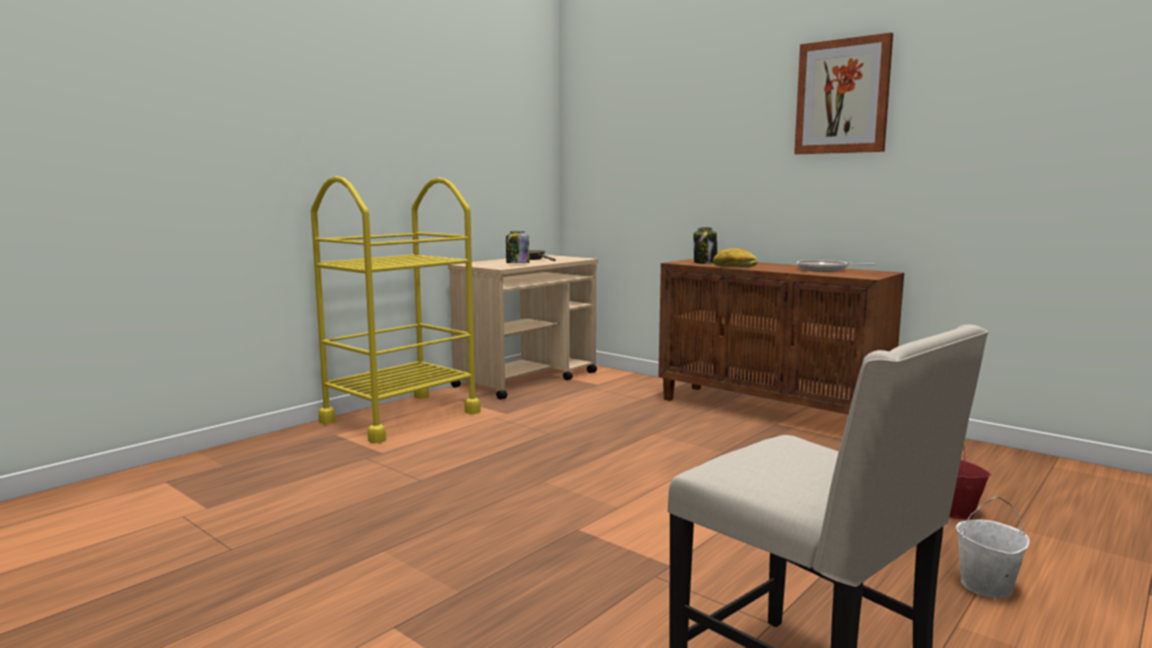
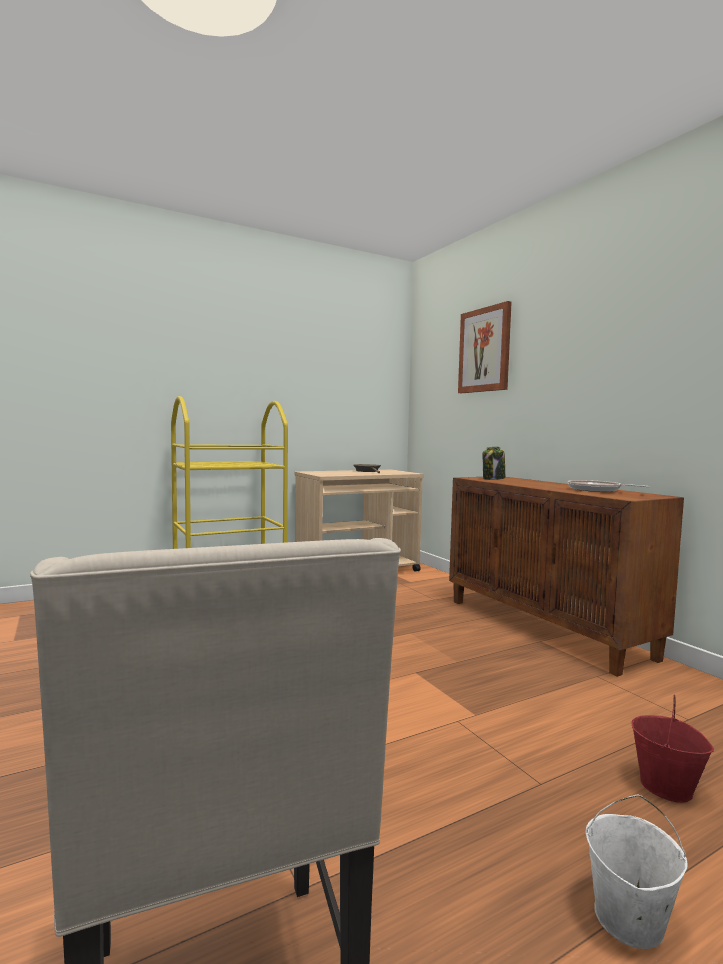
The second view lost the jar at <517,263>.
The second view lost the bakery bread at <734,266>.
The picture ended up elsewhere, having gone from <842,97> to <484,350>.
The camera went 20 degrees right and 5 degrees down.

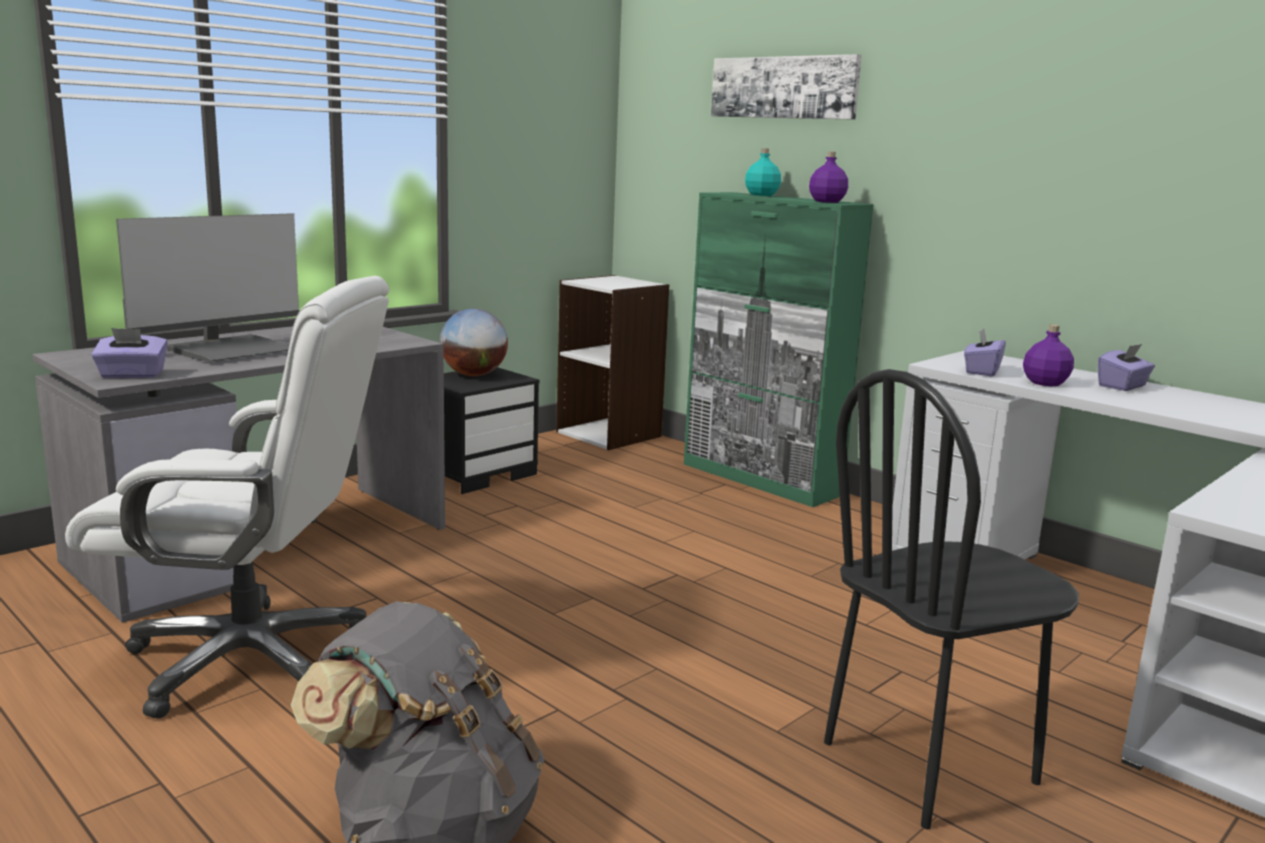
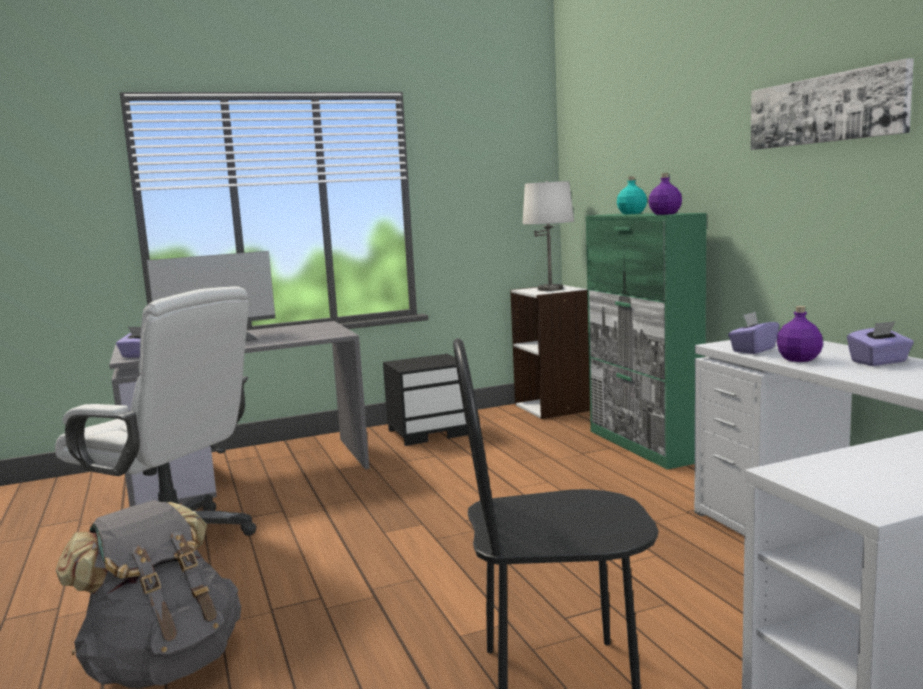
The second view lost the globe at <474,375>.
The second view gained the table lamp in whitish at <550,289>.
The picture ended up elsewhere, having gone from <784,87> to <825,109>.
The camera went 25 degrees right and 5 degrees down.

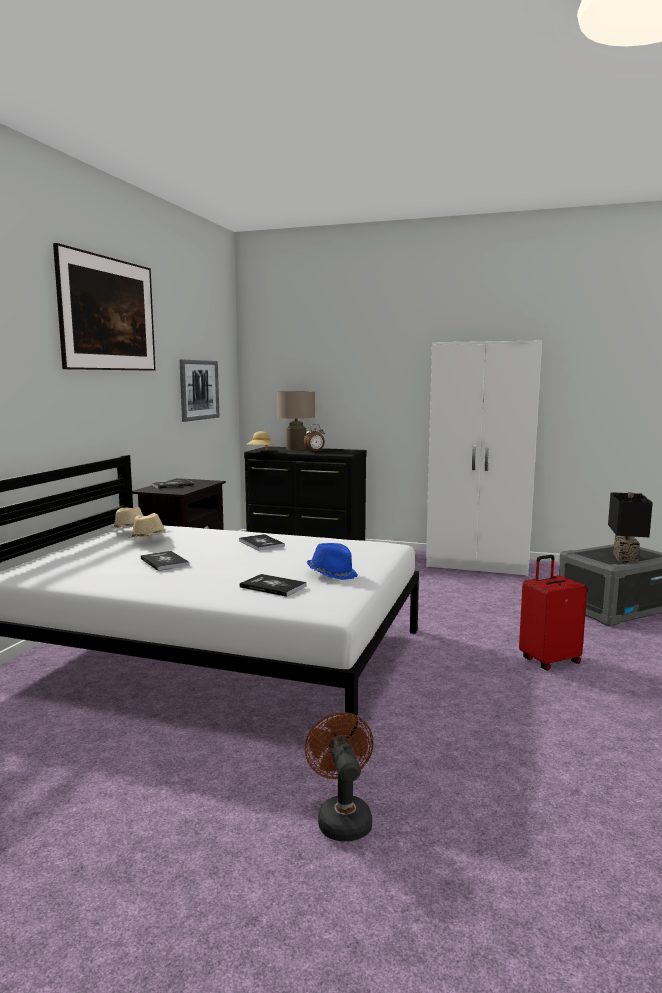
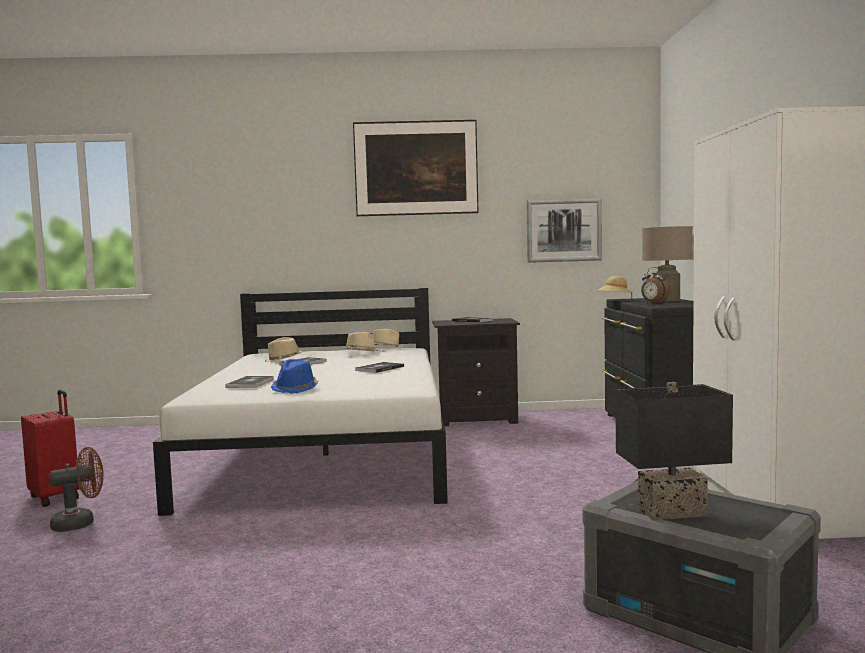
The second view gained the hat in beige at <283,360>.
The suitcase in red ended up elsewhere, having gone from <549,660> to <56,497>.
The camera went 70 degrees right and 5 degrees down.

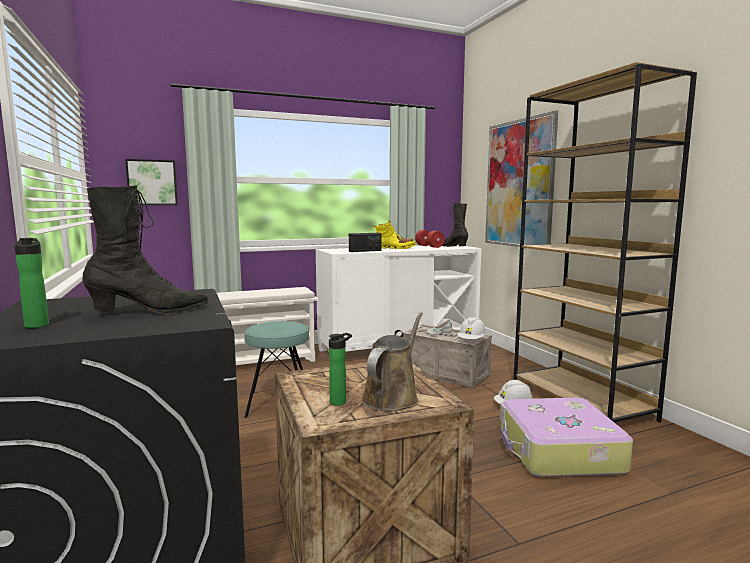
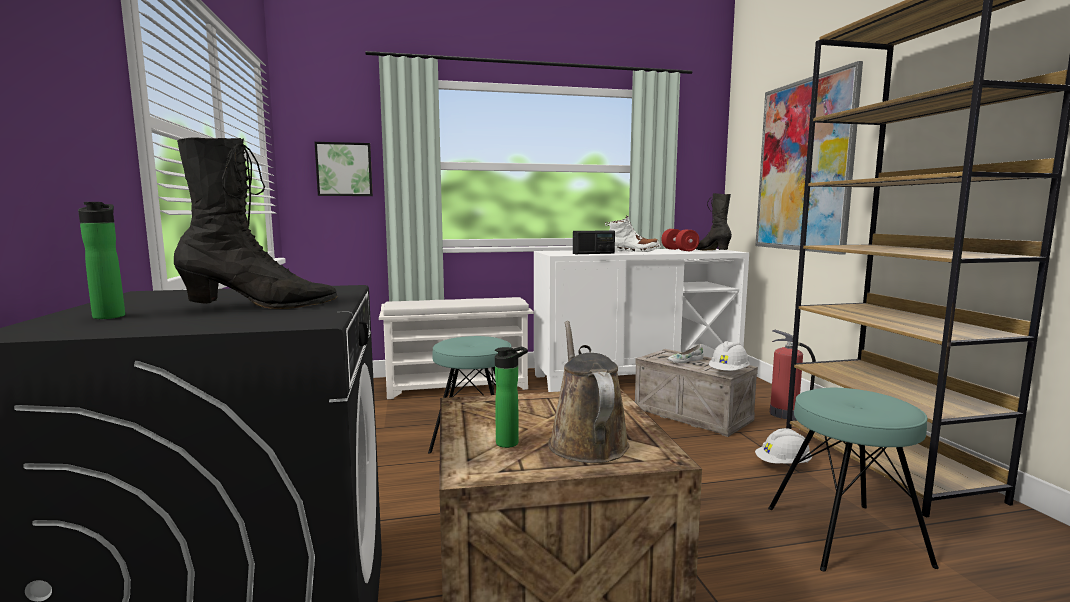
The second view gained the extinguisher at <785,414>.
Where the suitcase stood at <558,451>, the sitting stool in turquoise-coloured came to stand at <845,536>.
What was the high-top boot in yellowish at <394,248> turned into the high-top boot in whitish at <632,251>.
The watering can in brownish at <392,397> ended up facing another way, 45 degrees counterclockwise from before.
The camera went 10 degrees right and 0 degrees up.

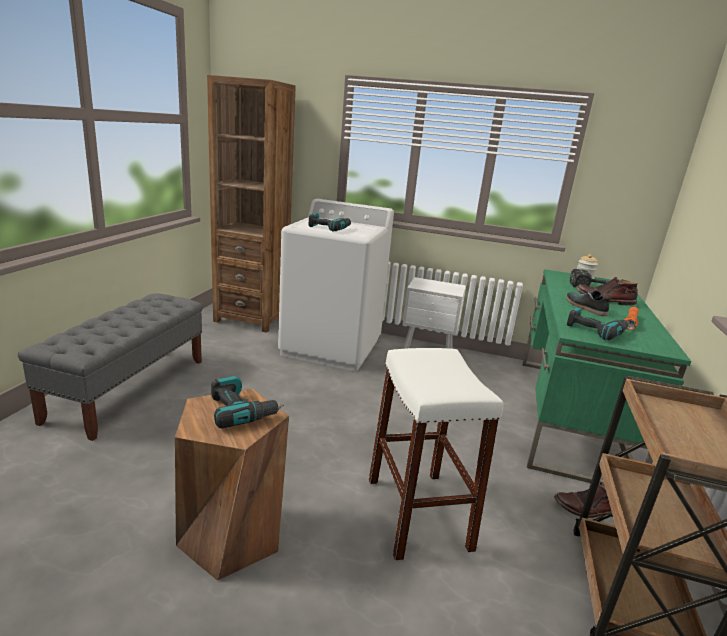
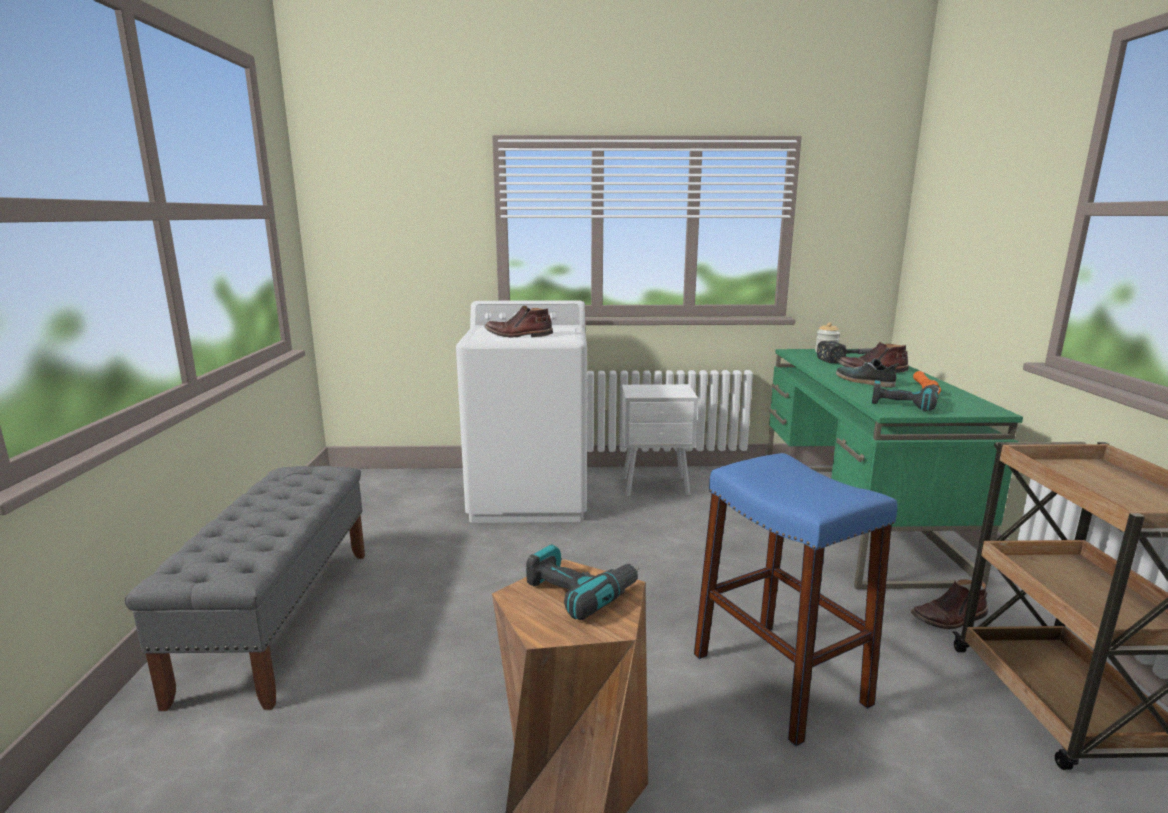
The second view lost the shelving unit in brownish at <251,318>.
Where the power drill stood at <329,228>, the high-top boot in brownish came to stand at <518,335>.
What was the sitting stool in whitish at <418,513> turned into the sitting stool in blue-coloured at <779,679>.
The camera went 15 degrees left and 5 degrees down.

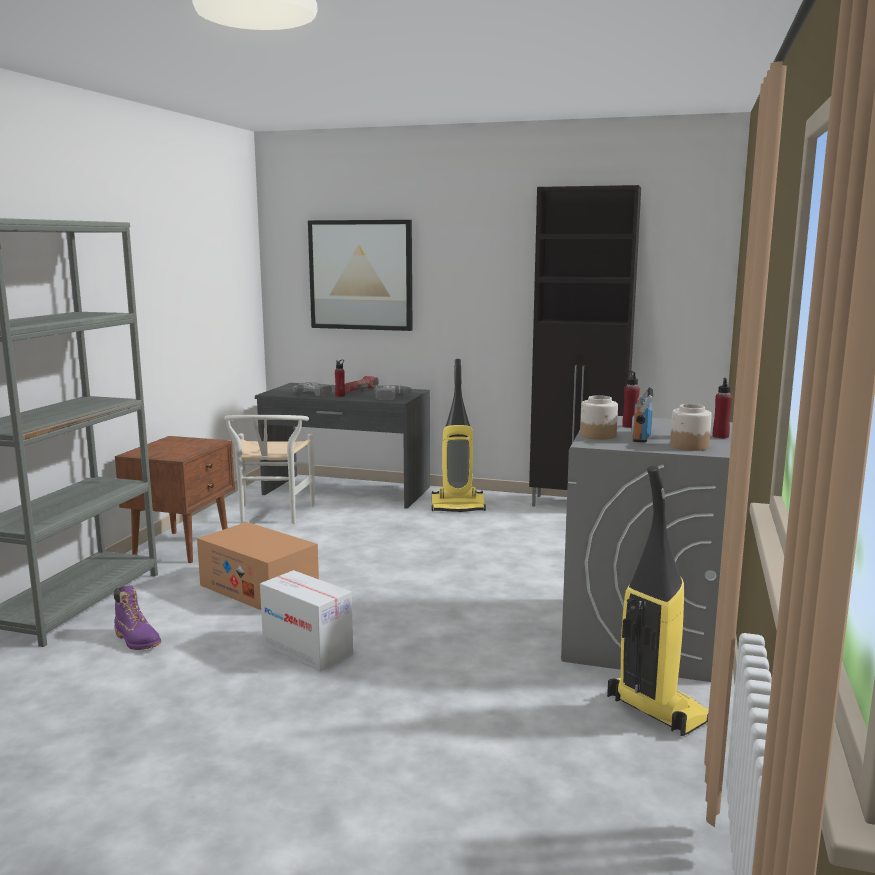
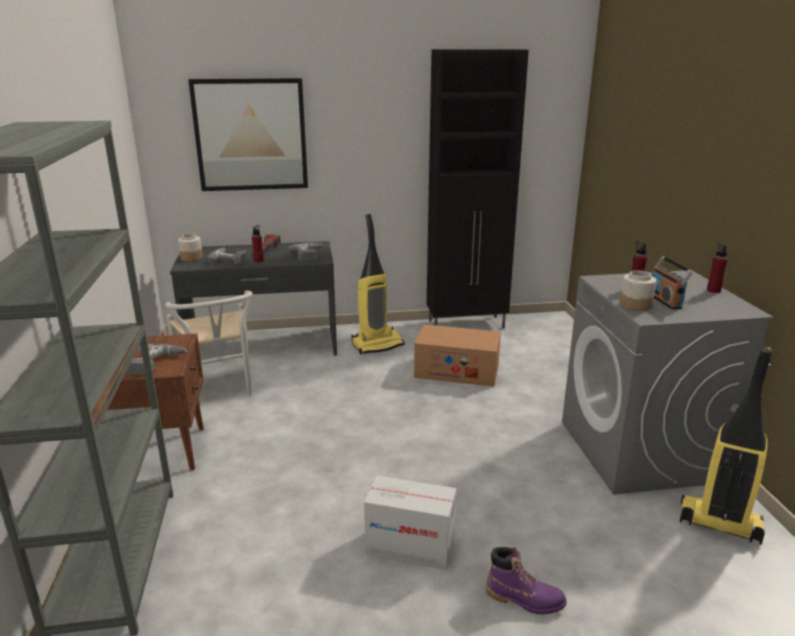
The second view gained the power drill at <157,363>.
The high-top boot in purple-coloured ended up elsewhere, having gone from <137,640> to <524,599>.
The packing box ended up elsewhere, having gone from <259,588> to <457,371>.
The jar ended up elsewhere, having gone from <689,446> to <191,258>.
The camera went 25 degrees left and 10 degrees up.

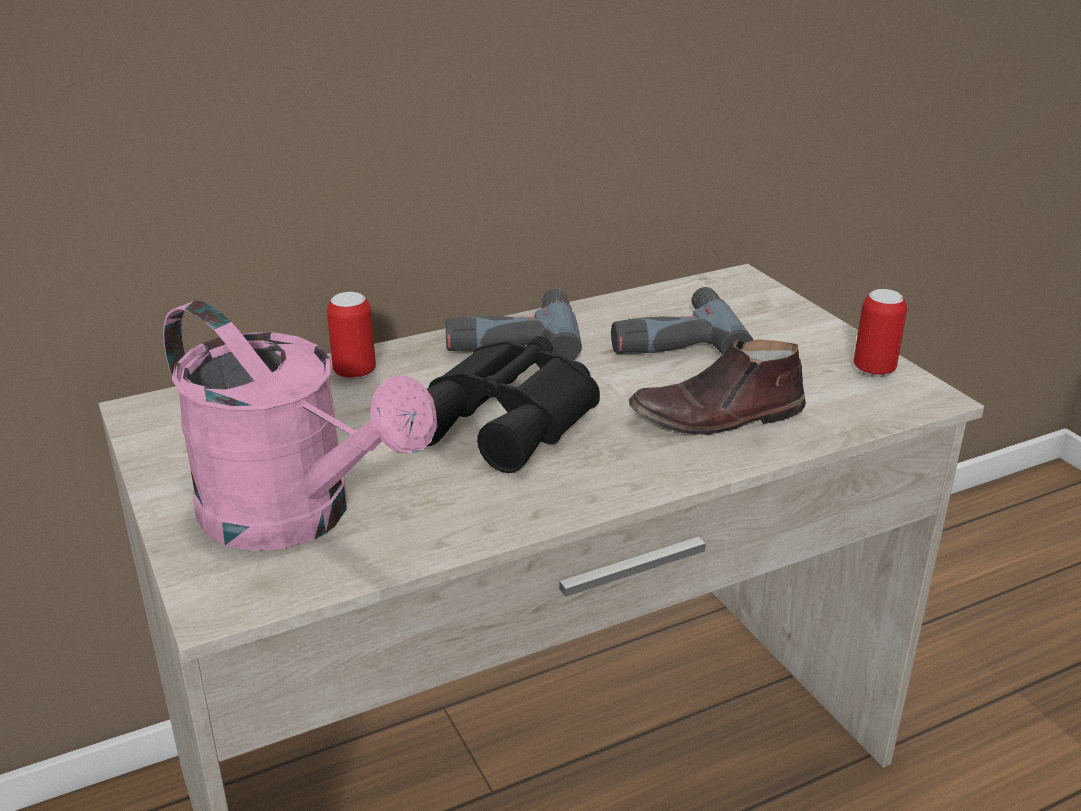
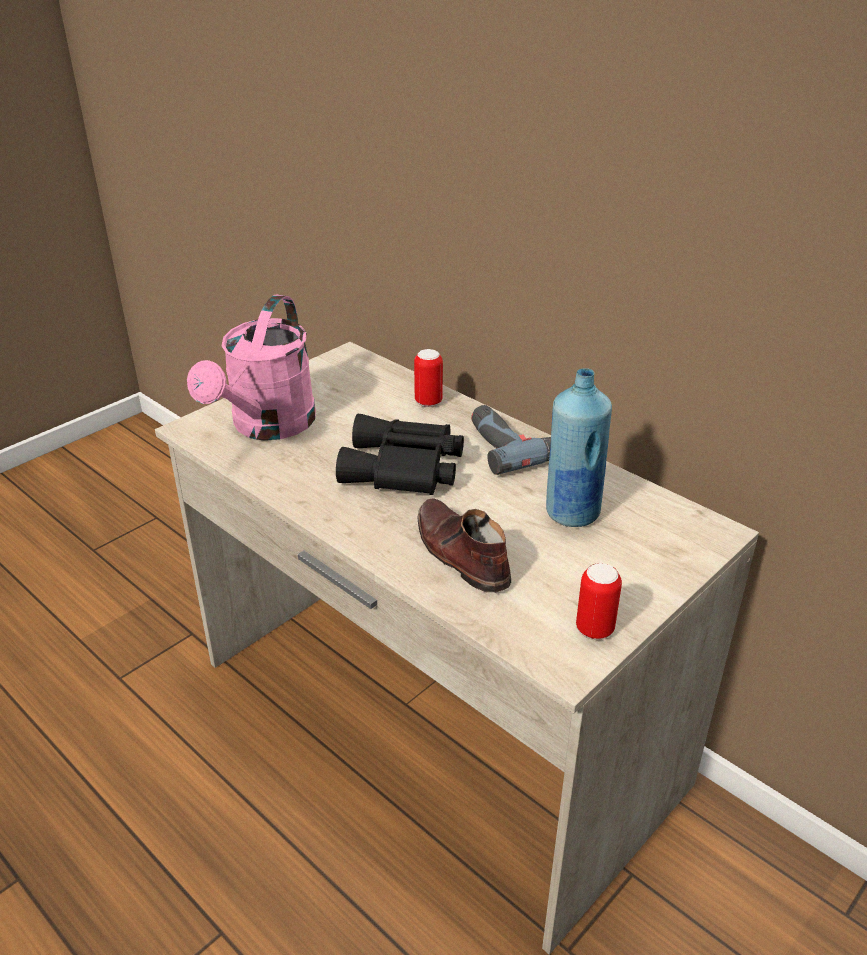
Where the power drill stood at <671,338>, the drink bottle in blue-coloured came to stand at <571,513>.
The camera went 70 degrees right and 5 degrees up.

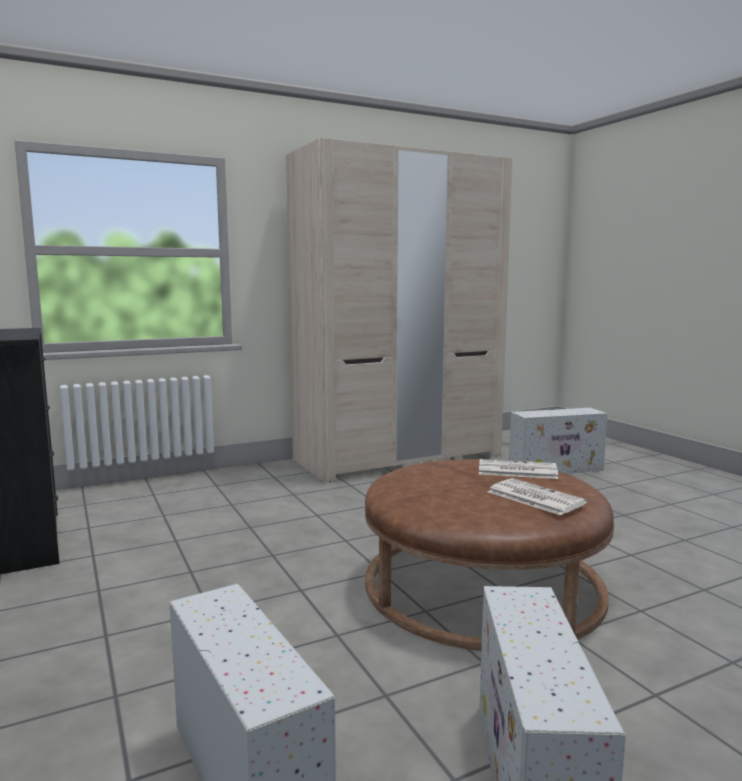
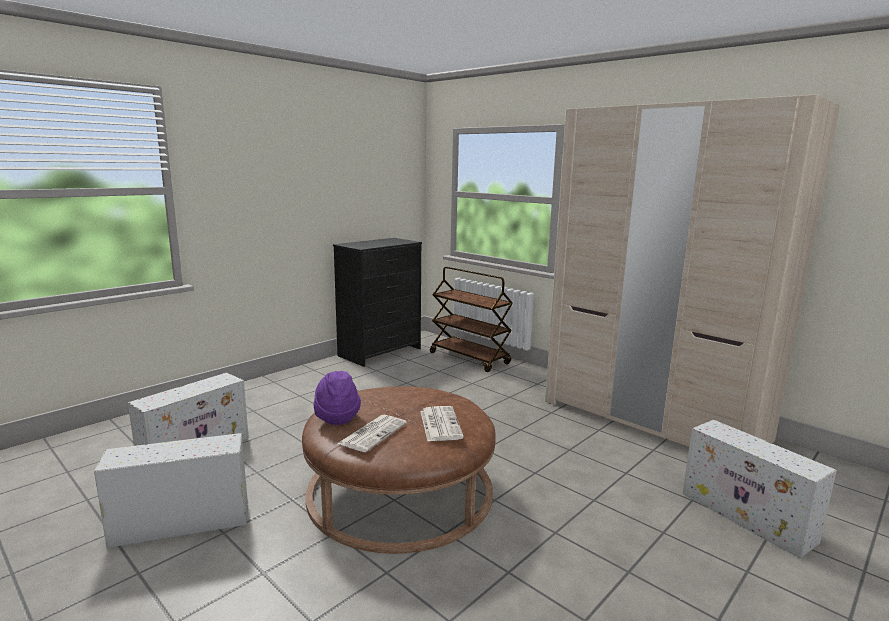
The second view gained the hat in purple-coloured at <336,416>.
The second view gained the cart in brownish at <470,358>.
The camera went 70 degrees right and 5 degrees up.

